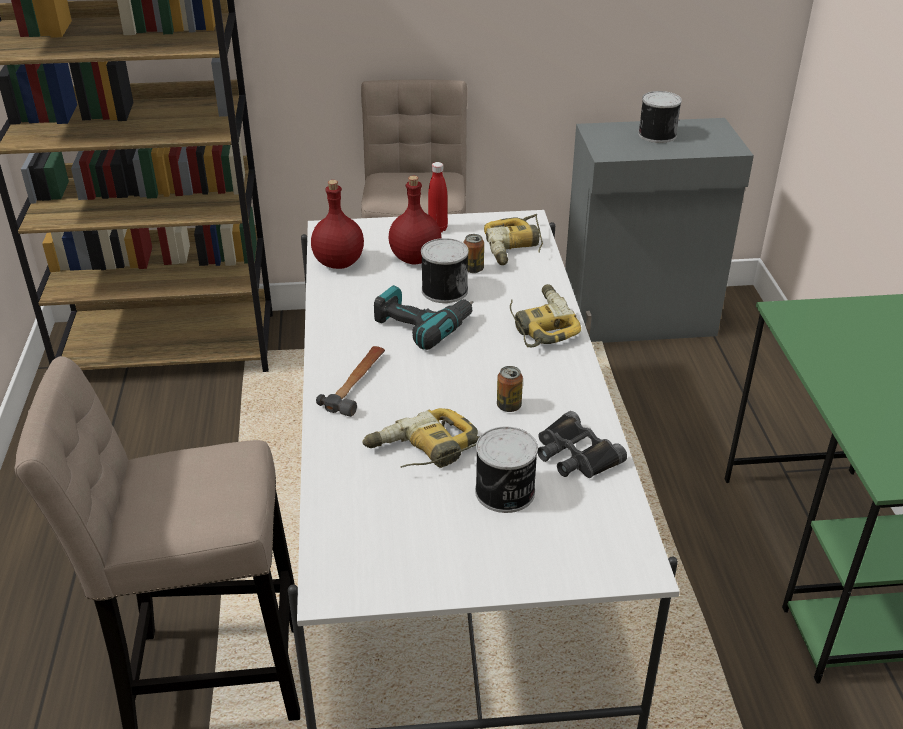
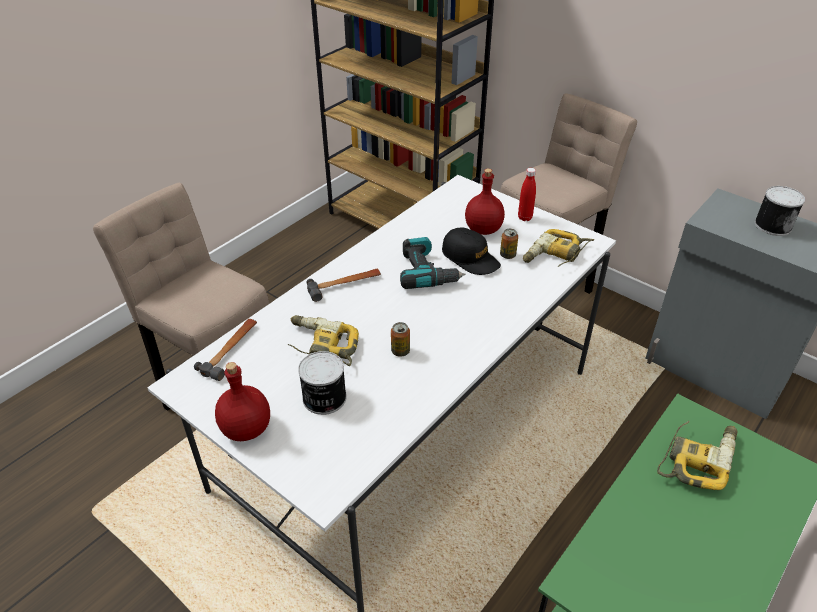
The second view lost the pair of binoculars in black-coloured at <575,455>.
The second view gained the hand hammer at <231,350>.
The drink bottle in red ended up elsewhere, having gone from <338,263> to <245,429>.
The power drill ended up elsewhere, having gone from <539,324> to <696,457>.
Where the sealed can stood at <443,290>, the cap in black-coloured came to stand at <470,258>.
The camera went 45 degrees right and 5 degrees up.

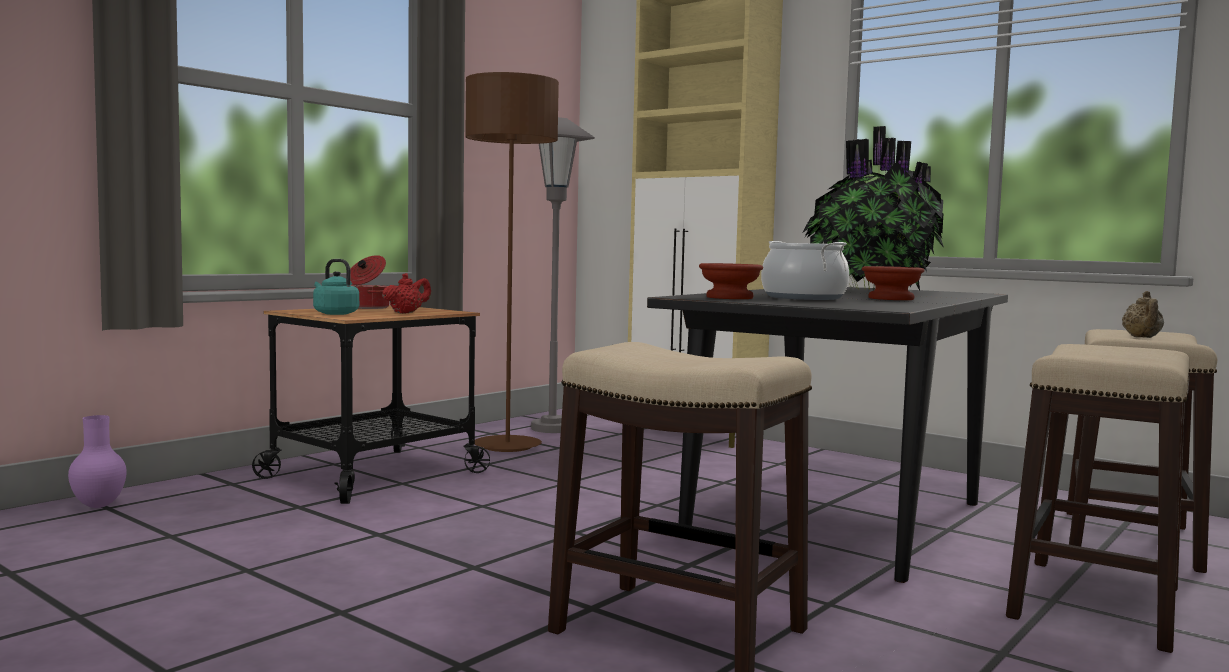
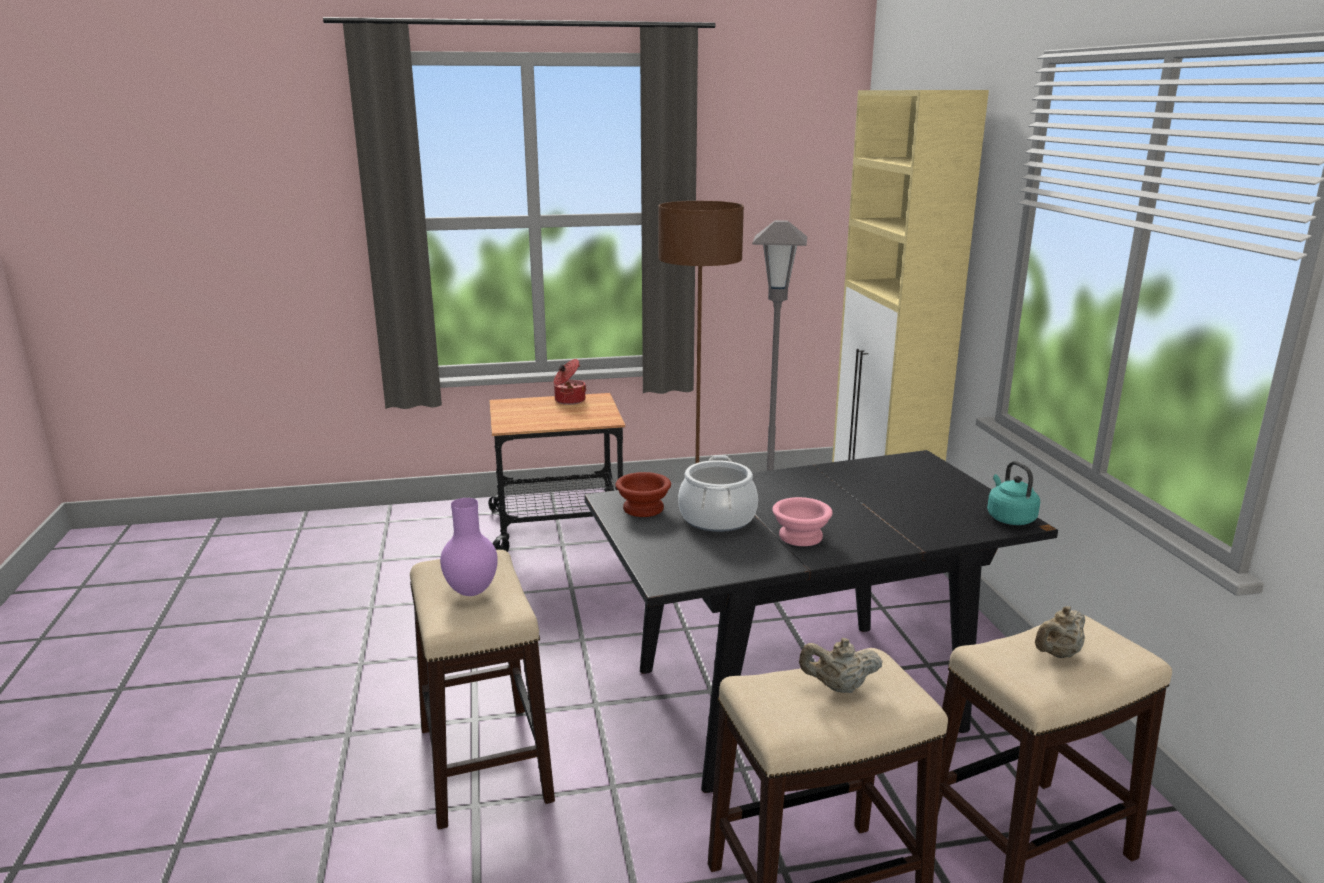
The second view lost the tea pot in red at <406,313>.
The second view lost the houseplant at <869,290>.
The second view gained the tea pot in beige at <838,687>.
The vase in purple-coloured ended up elsewhere, having gone from <97,506> to <470,591>.
The kettle in turquoise-coloured ended up elsewhere, having gone from <334,313> to <1009,518>.
What was the bowl in brownish at <889,298> turned into the bowl in pink-coloured at <799,536>.
The camera went 40 degrees right and 15 degrees up.

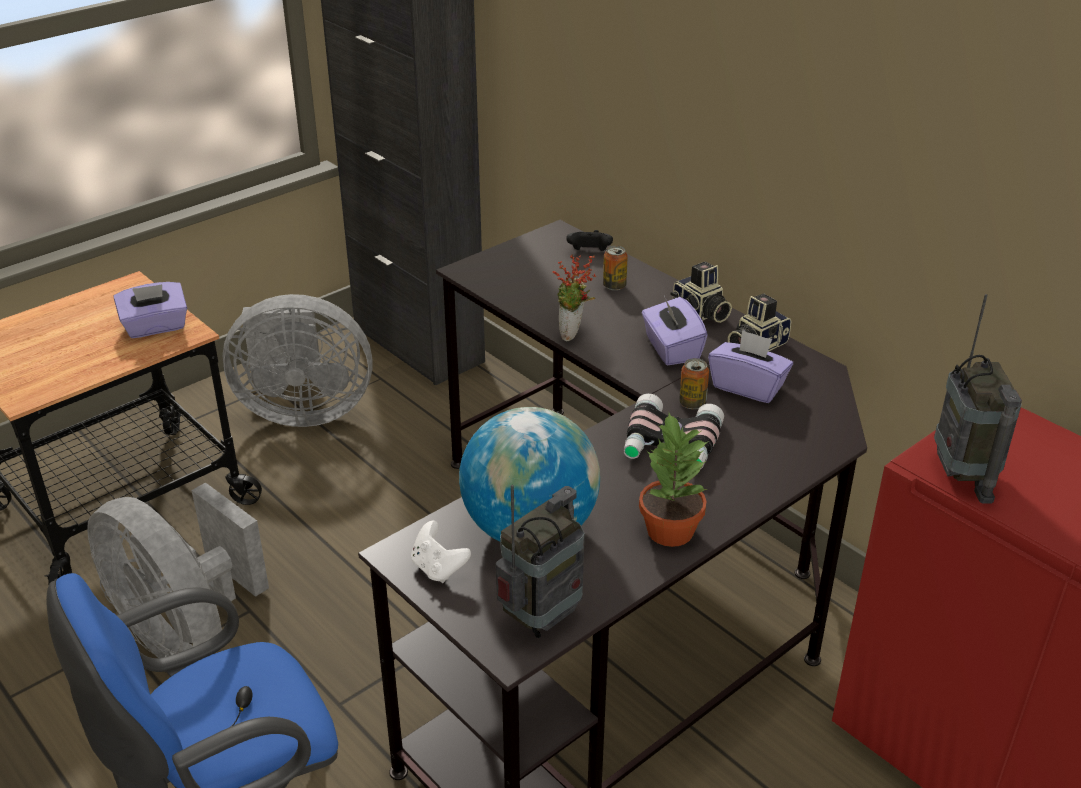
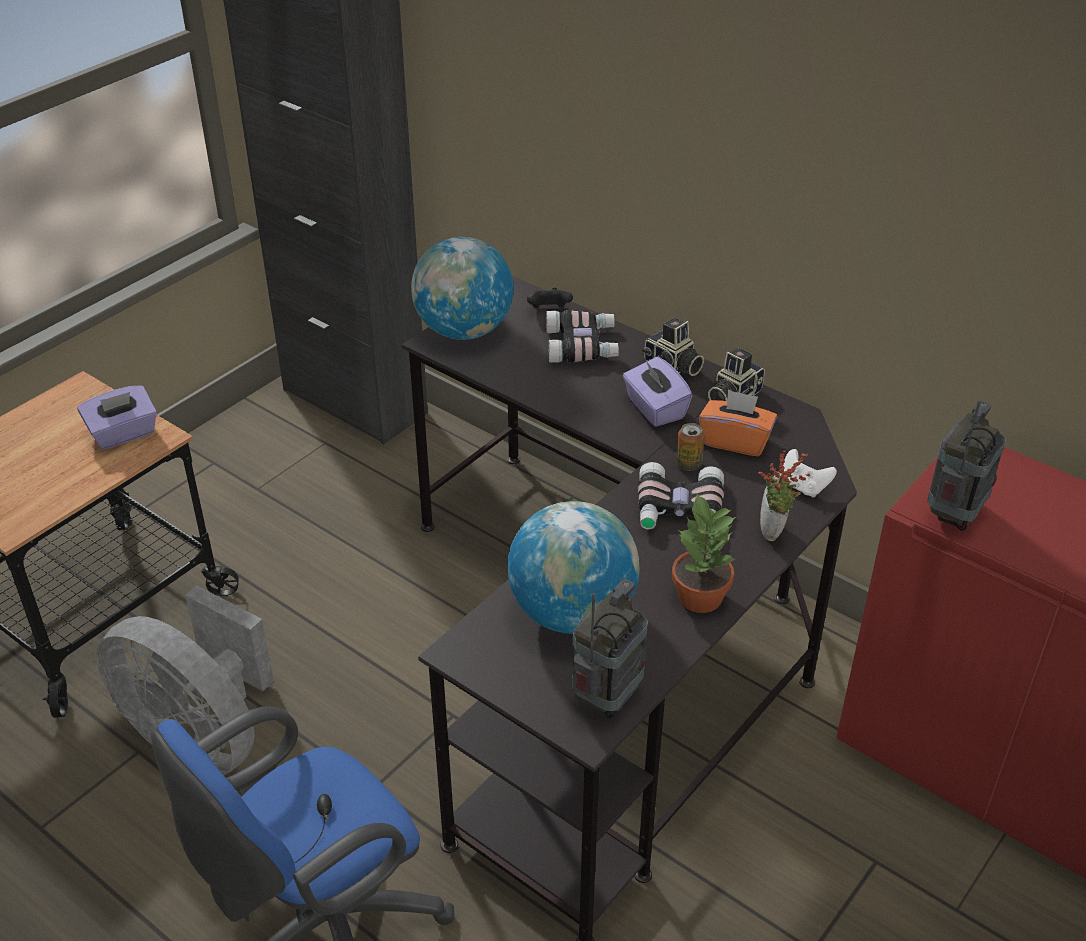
The second view lost the fan in grey at <302,410>.
The second view gained the globe at <464,331>.
The gamepad in whitish ended up elsewhere, having gone from <438,568> to <803,487>.
The houseplant ended up elsewhere, having gone from <573,335> to <775,532>.
Where the sealed can stood at <614,286>, the pair of binoculars came to stand at <583,345>.
What was the tissue holder in purple-coloured at <748,387> turned into the tissue holder in orange-coloured at <735,441>.
The radio at <962,474> ended up facing another way, 135 degrees counterclockwise from before.
The camera went 10 degrees left and 5 degrees up.

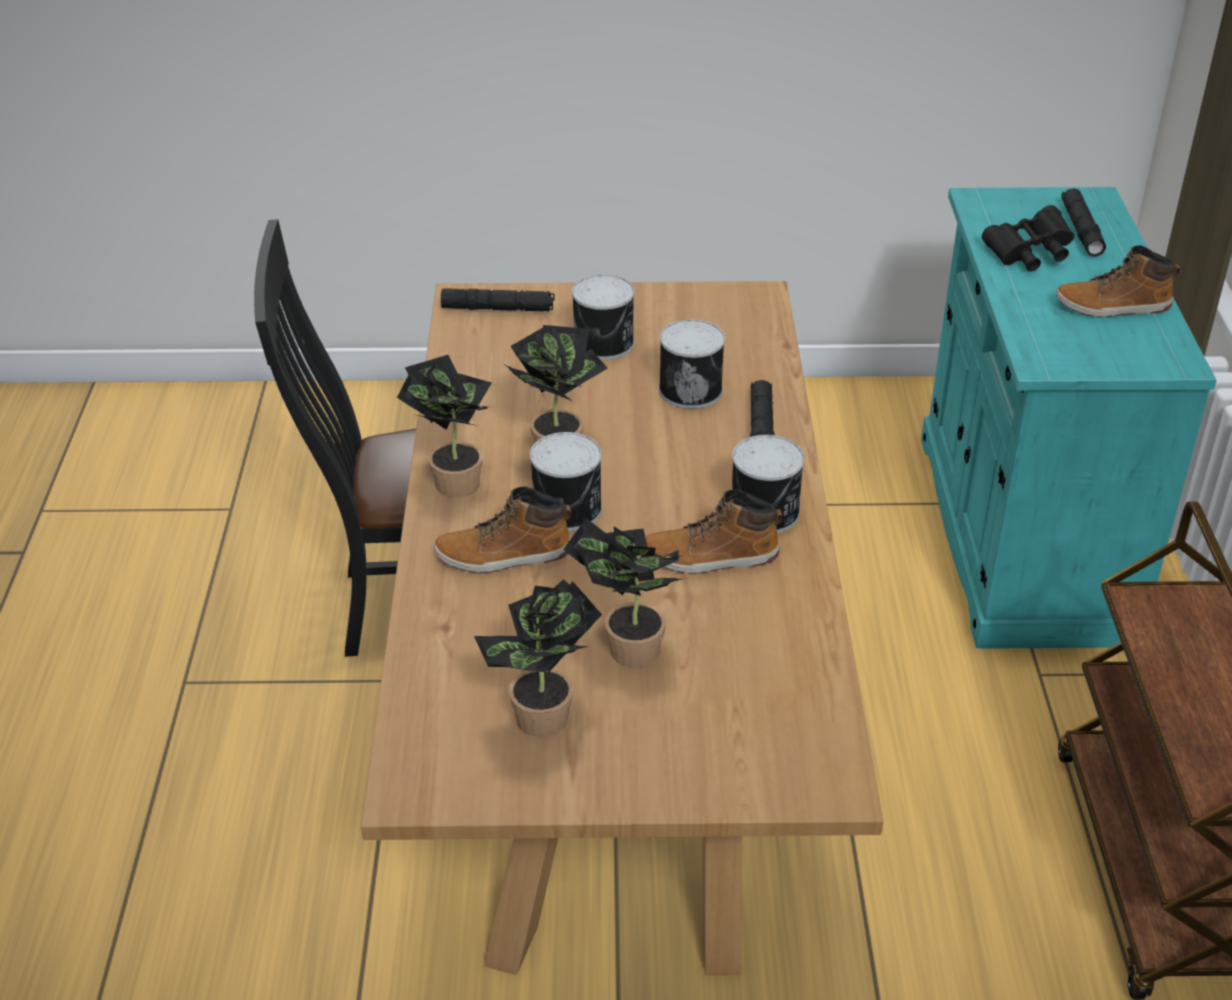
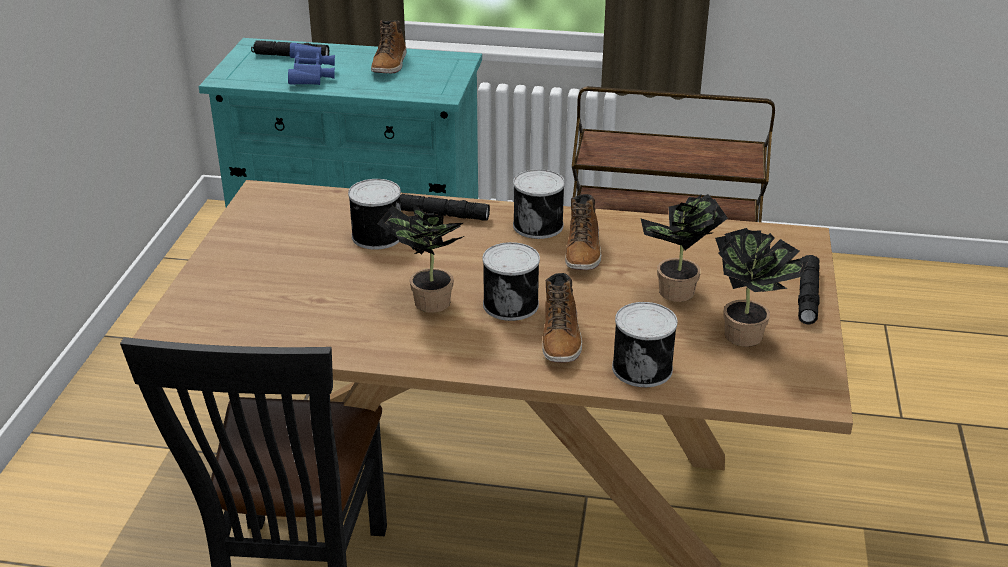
The second view lost the houseplant at <452,481>.
The flashlight in black-coloured ended up elsewhere, having gone from <498,309> to <807,295>.
The sealed can ended up elsewhere, having gone from <605,343> to <643,367>.
What was the pair of binoculars in black-coloured at <1029,255> turned into the pair of binoculars in blue-coloured at <311,76>.
The camera went 80 degrees left and 5 degrees down.

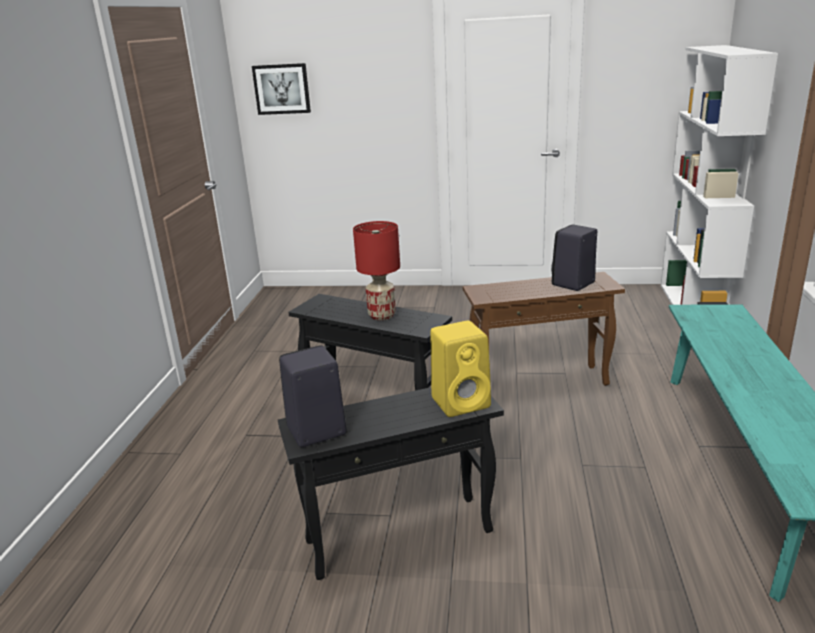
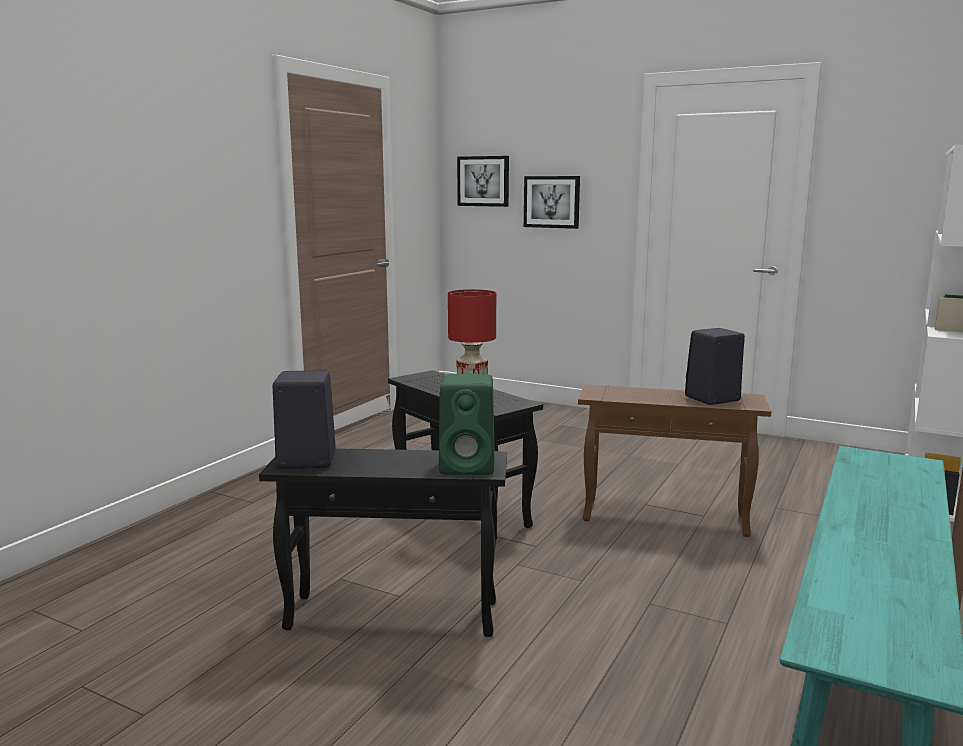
The second view gained the picture at <552,202>.
What was the loudspeaker in yellowish at <462,402> turned into the loudspeaker in green-coloured at <469,466>.
The camera went 20 degrees right and 10 degrees down.

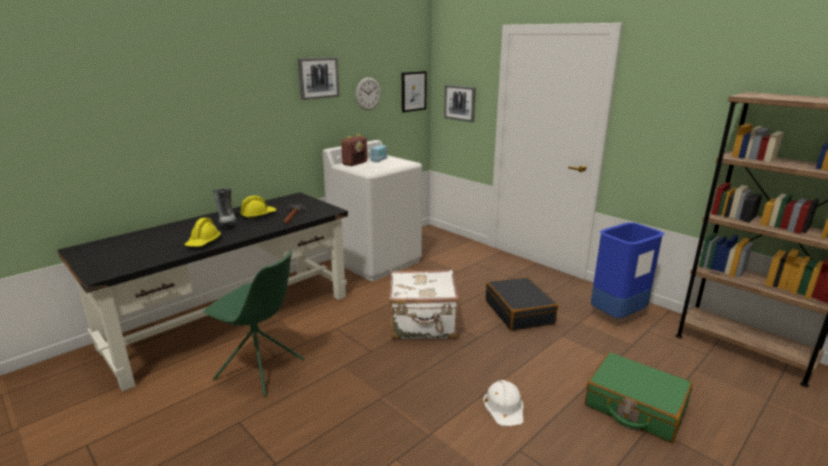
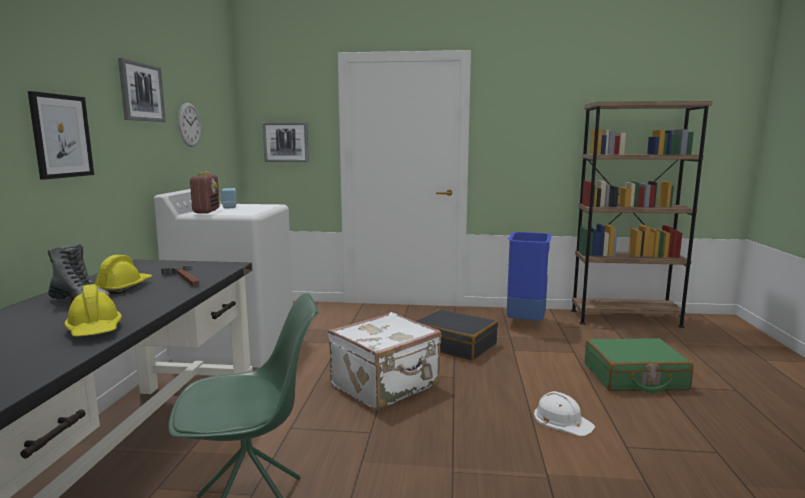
The picture ended up elsewhere, having gone from <413,91> to <61,136>.
The camera went 40 degrees left and 10 degrees down.

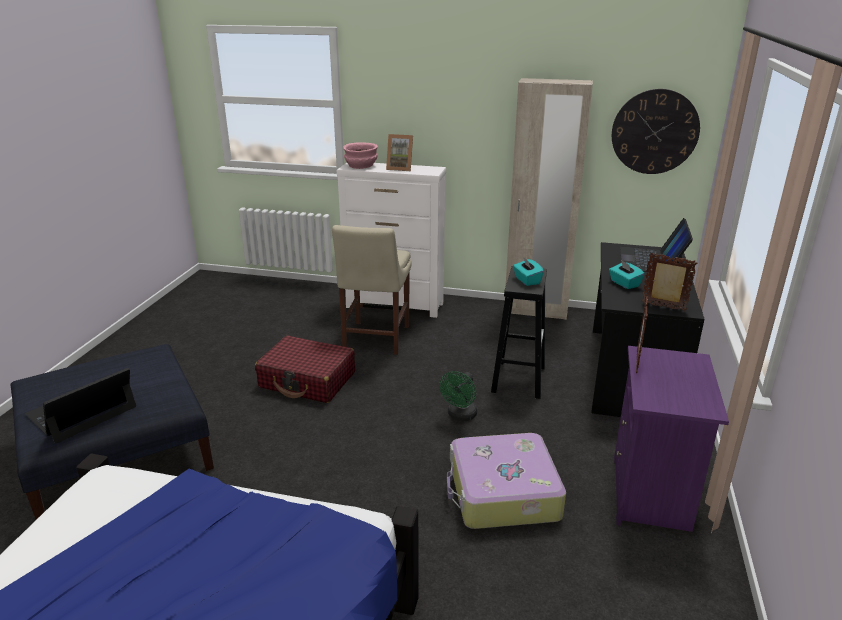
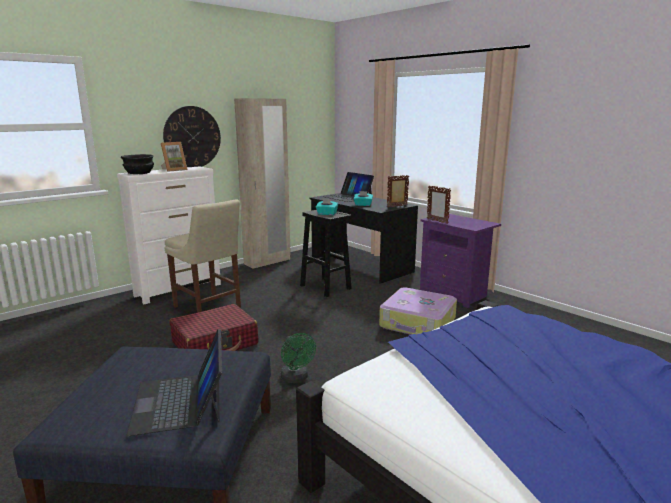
The fan in green-coloured ended up elsewhere, having gone from <460,416> to <296,378>.
The wall clock ended up elsewhere, having gone from <654,132> to <192,137>.
What was the bowl in pink-coloured at <361,166> turned into the bowl in black-coloured at <139,173>.
The camera went 55 degrees left and 10 degrees down.

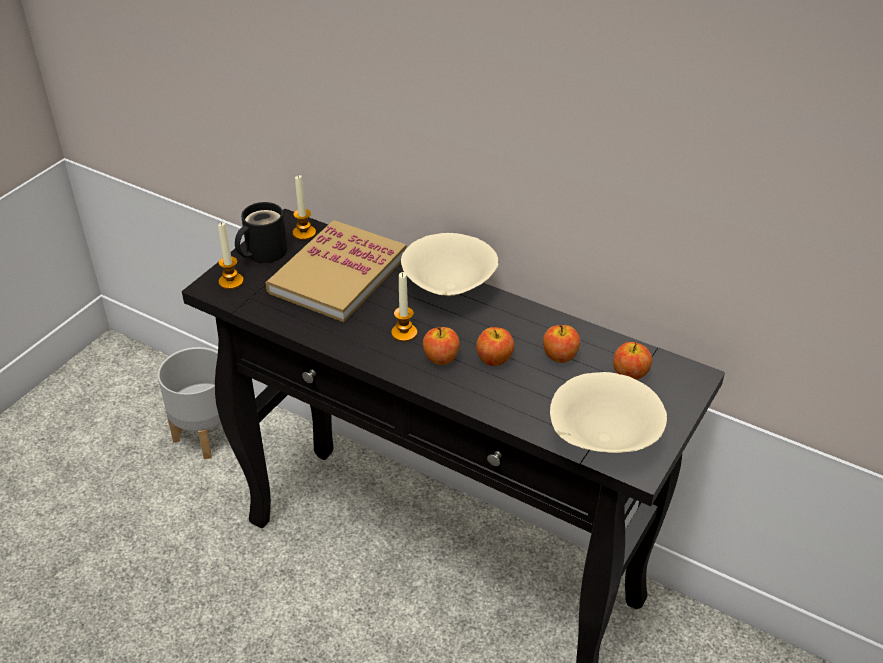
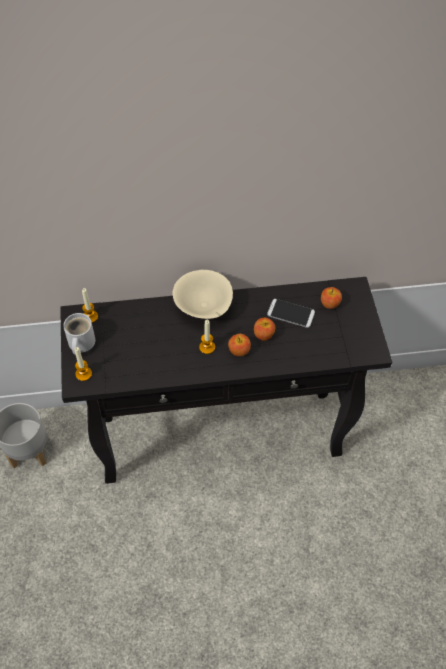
The second view lost the volume at <338,274>.
The second view lost the bowl in beige at <601,441>.
Where the whole apple stood at <559,356>, the phone came to stand at <291,313>.
What was the mug in black-coloured at <262,252> turned into the mug in whitish at <80,343>.
The camera went 40 degrees left and 15 degrees up.

